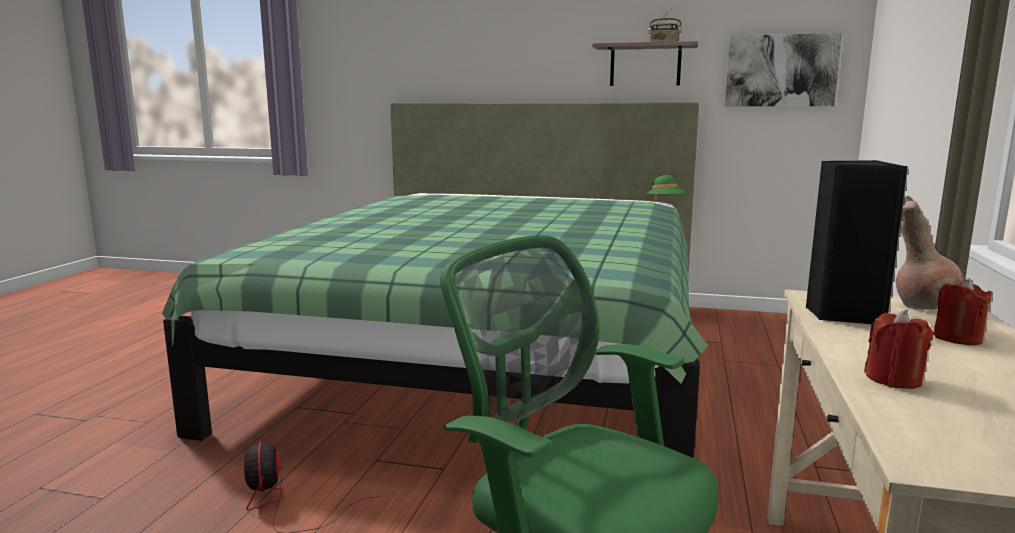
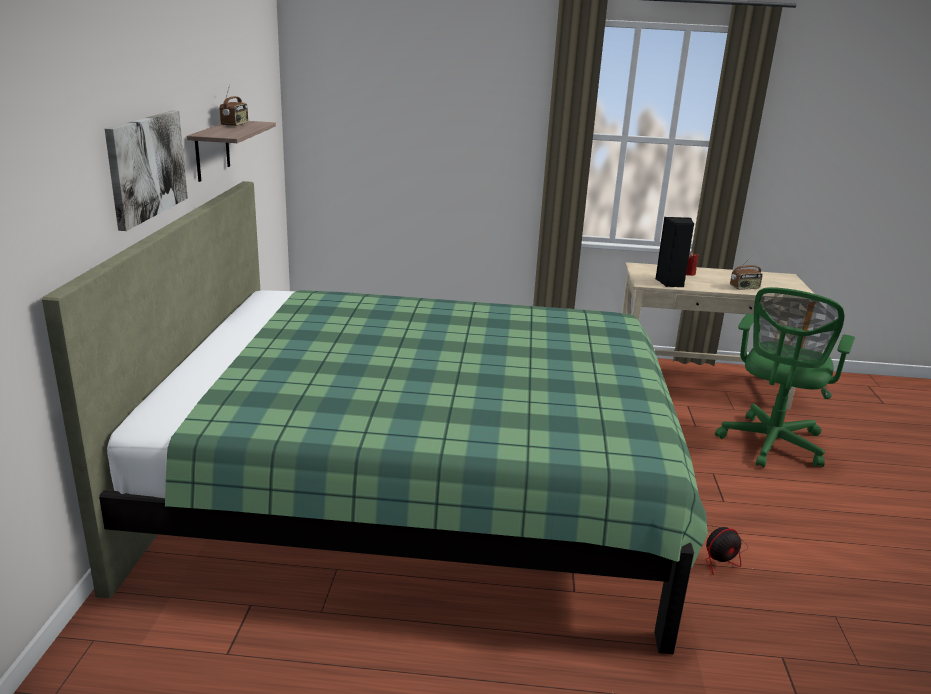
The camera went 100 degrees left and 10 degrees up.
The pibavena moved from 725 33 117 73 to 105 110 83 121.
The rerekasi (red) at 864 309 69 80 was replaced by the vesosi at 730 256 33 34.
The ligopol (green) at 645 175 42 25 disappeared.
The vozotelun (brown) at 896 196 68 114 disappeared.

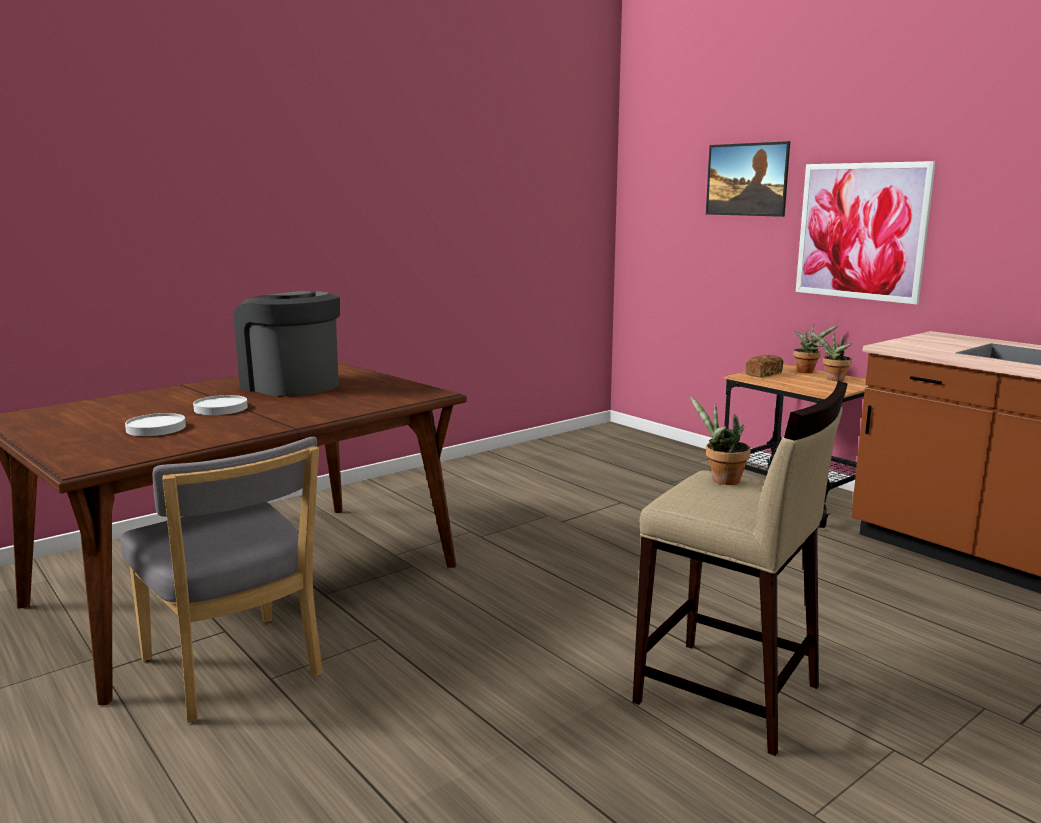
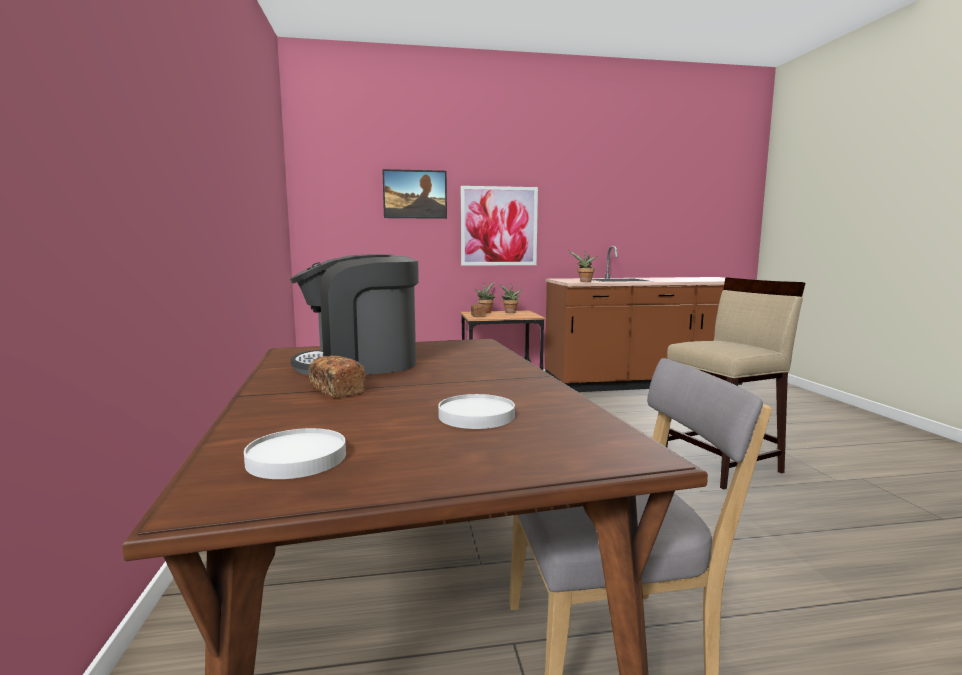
The camera went 60 degrees left and 5 degrees down.
The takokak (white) moved from 193 395 55 20 to 244 428 102 51.
The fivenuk at 309 356 57 41 appeared.
The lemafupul moved from 690 396 61 89 to 568 250 29 32.

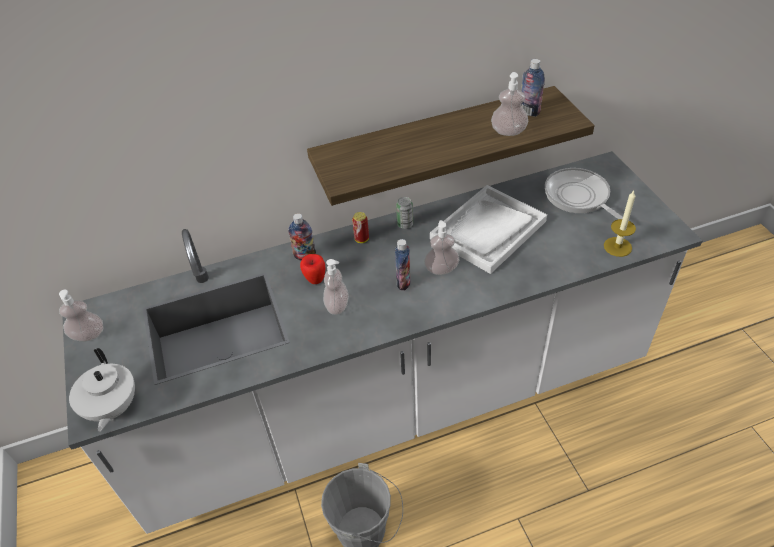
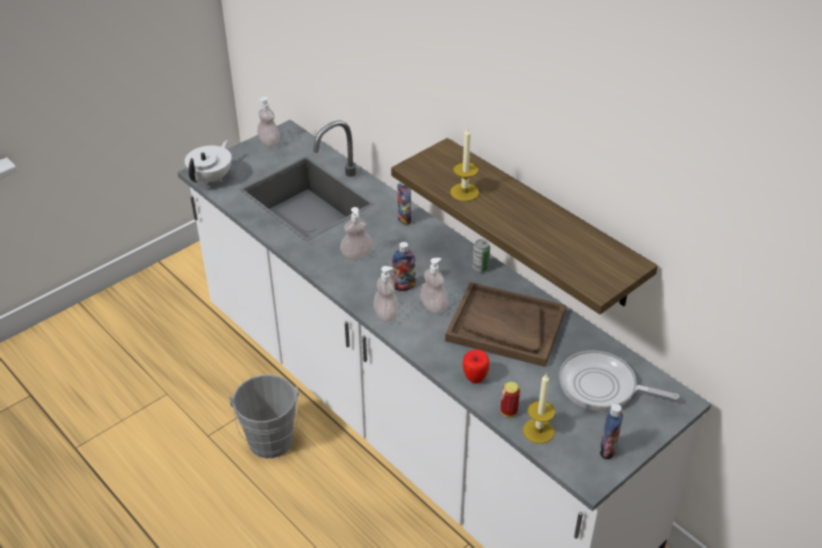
The camera went 65 degrees right and 5 degrees down.
The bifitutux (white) at 69 348 66 84 turned 150 degrees clockwise.
The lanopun moved from 491 72 37 64 to 373 266 26 56.
The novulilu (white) at 430 185 117 89 became the novulilu (brown) at 445 282 121 85.
The rerekasi at 451 126 28 75 appeared.
The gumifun moved from 300 254 25 30 to 463 349 26 34.
The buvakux moved from 352 212 17 31 to 500 382 20 35.
The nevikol at 545 168 78 51 turned 105 degrees counterclockwise.
The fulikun moved from 521 59 24 58 to 600 404 23 56.

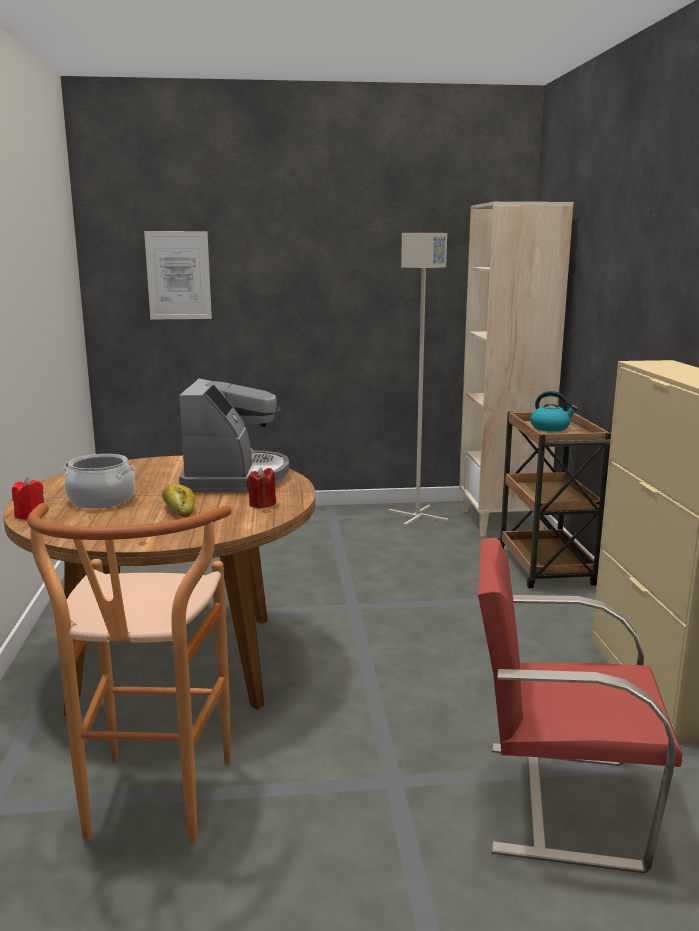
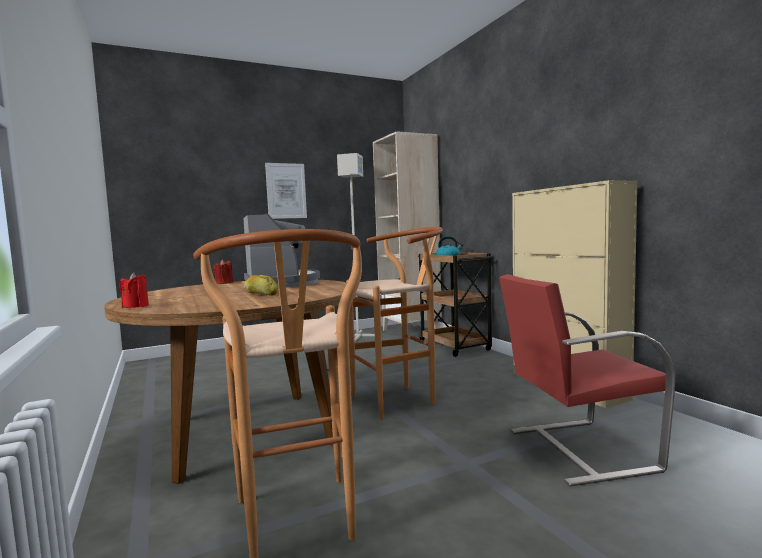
The camera went 20 degrees left and 10 degrees down.
The rerekasi (red) moved from 247 467 29 41 to 213 260 20 24.
The pibavena moved from 144 231 68 89 to 265 163 42 56.
The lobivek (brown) at 346 227 97 193 appeared.
The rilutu at 62 454 73 55 disappeared.

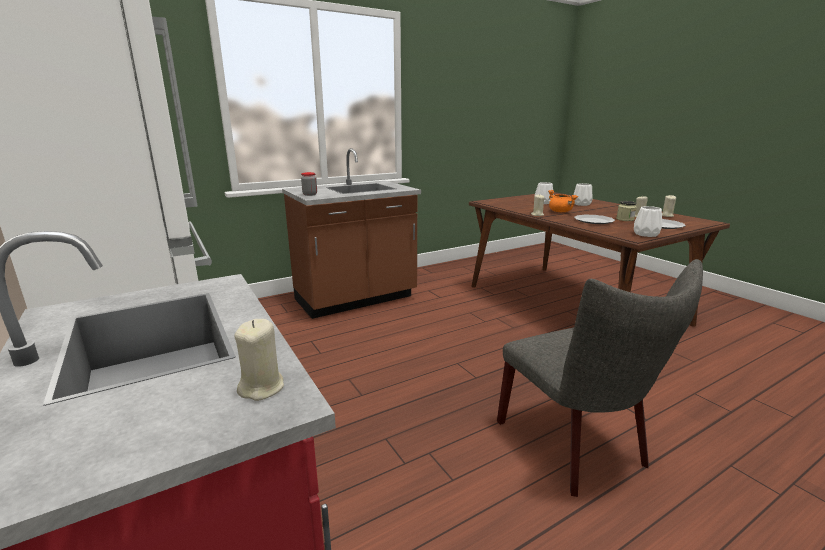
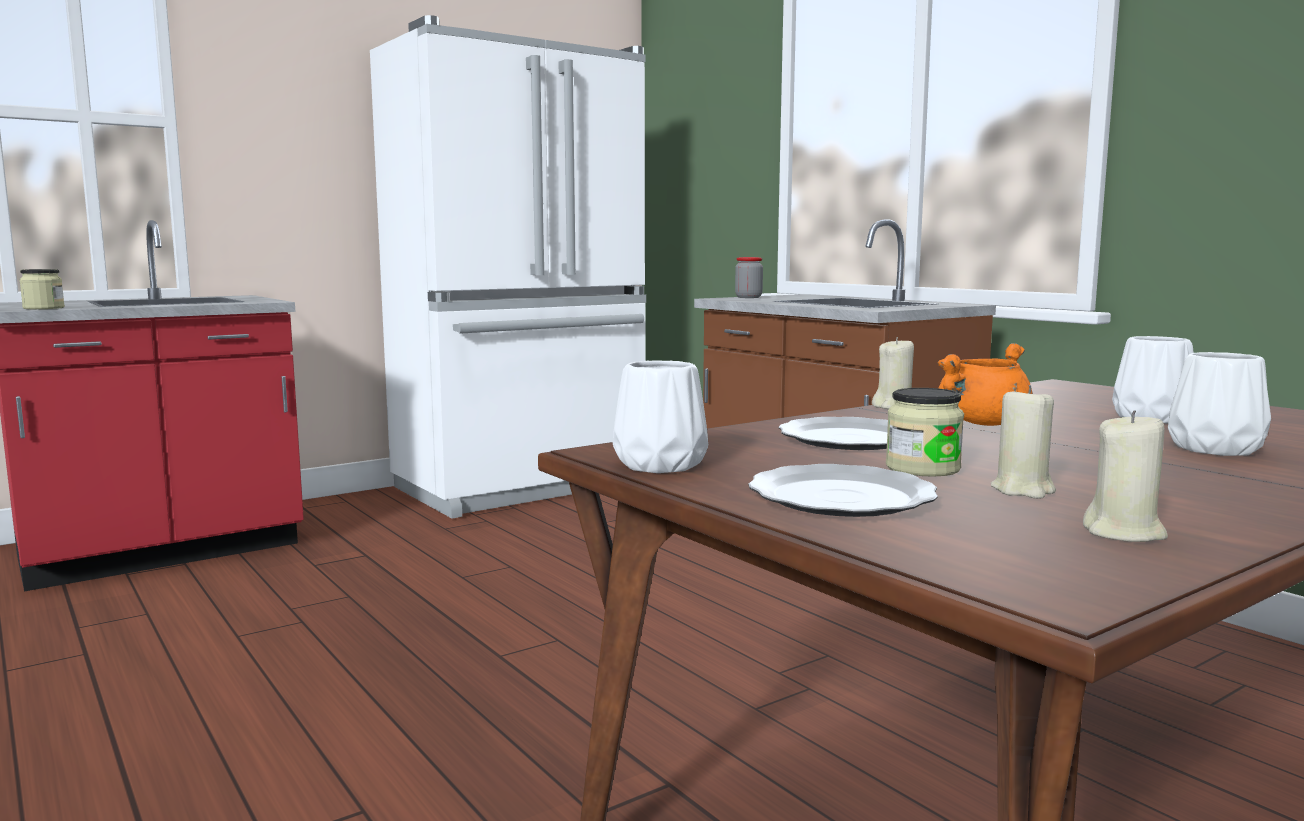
The camera went 85 degrees right and 10 degrees down.
The rerekasi (beige) at 234 319 50 82 was replaced by the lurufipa at 19 269 46 40.
The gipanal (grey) at 497 259 206 238 disappeared.

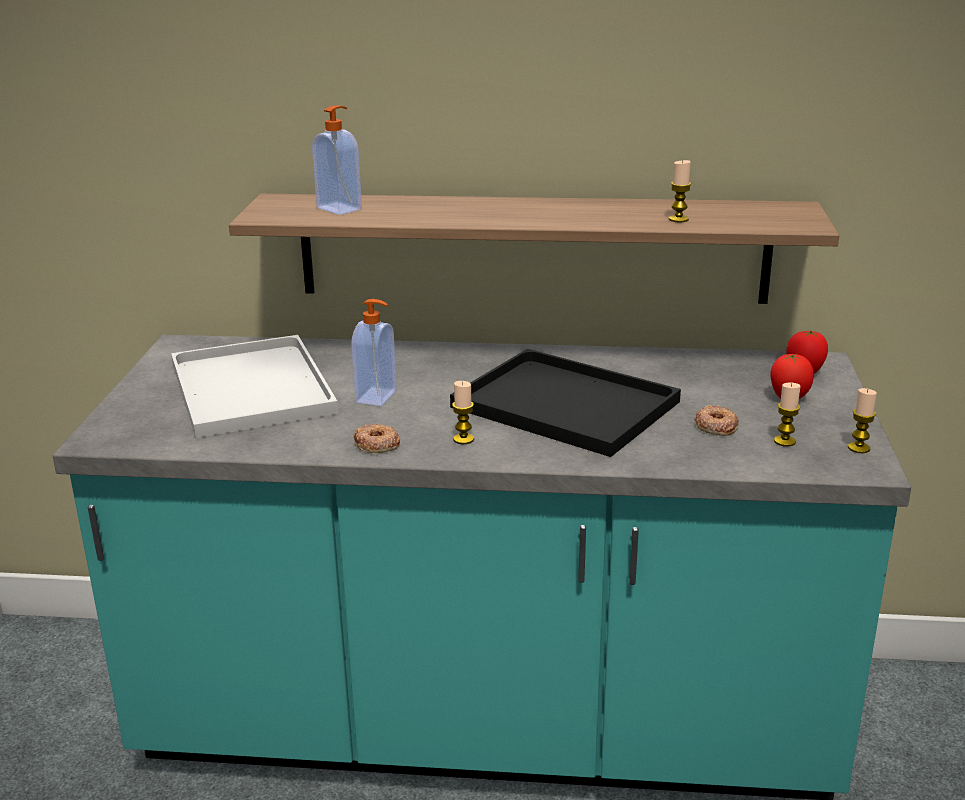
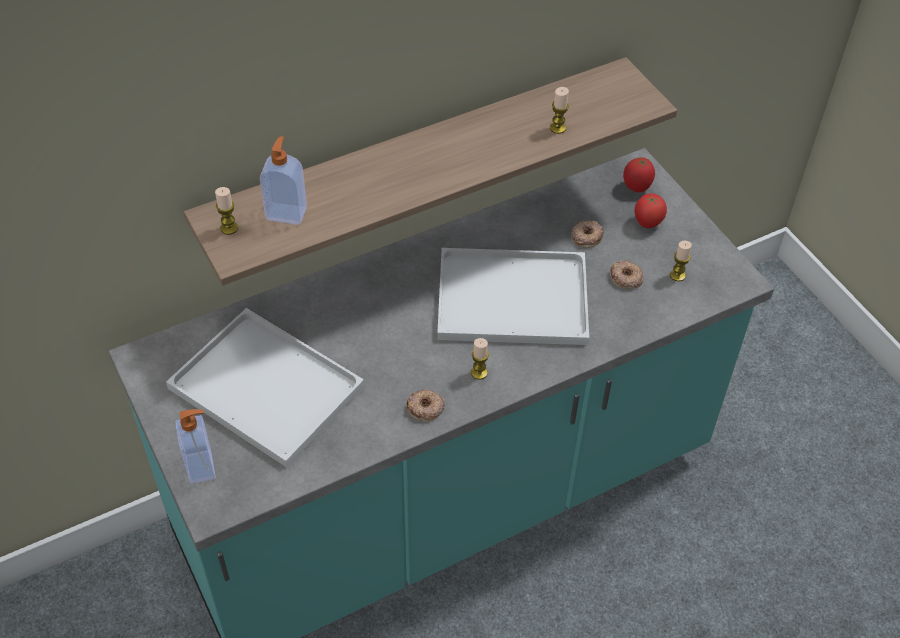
The camera went 35 degrees left and 25 degrees up.
The lanopun moved from 351 299 46 107 to 176 409 40 75.
The rerekasi moved from 848 388 29 65 to 215 187 23 48.
The novulilu (black) at 450 349 231 108 became the novulilu (white) at 437 248 152 97.
The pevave at 572 220 32 28 appeared.

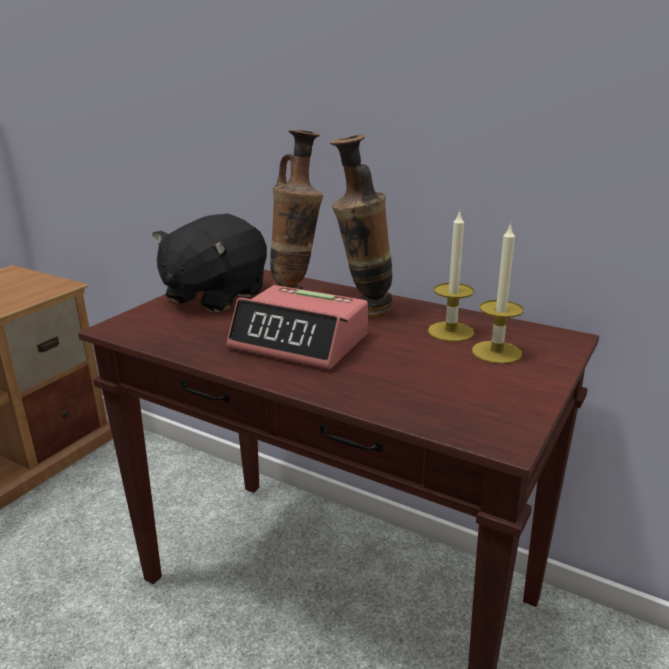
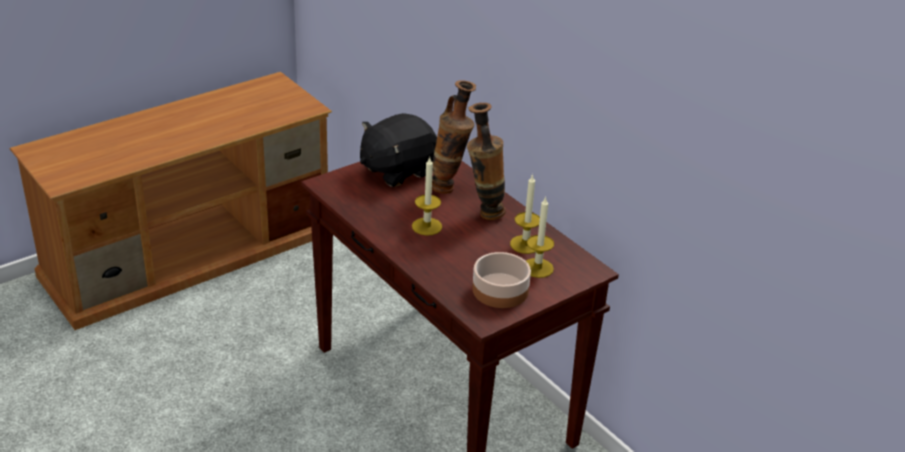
The camera went 20 degrees right and 10 degrees up.
The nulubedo at 226 285 142 84 was replaced by the rerekasi at 412 157 30 79.
The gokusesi at 472 252 59 56 appeared.

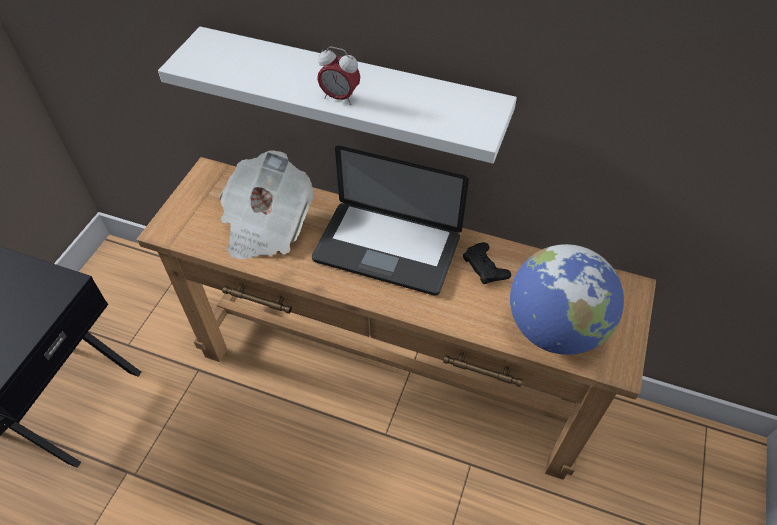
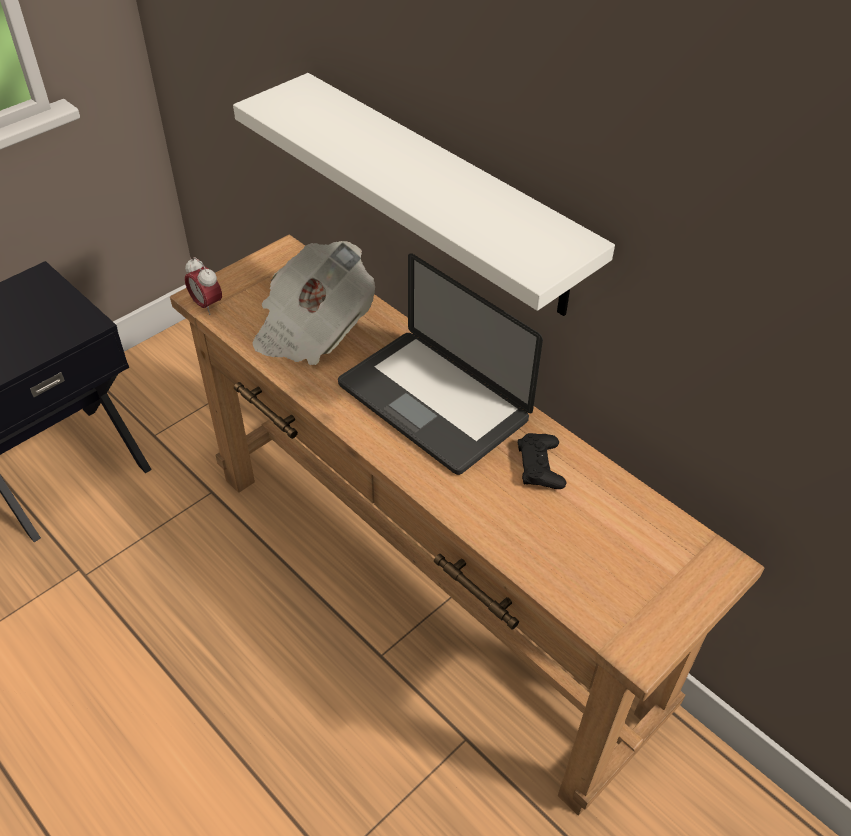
The camera went 25 degrees right and 5 degrees down.
The nulubedo moved from 317 47 43 58 to 185 257 37 58.
The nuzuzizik at 510 244 114 111 disappeared.

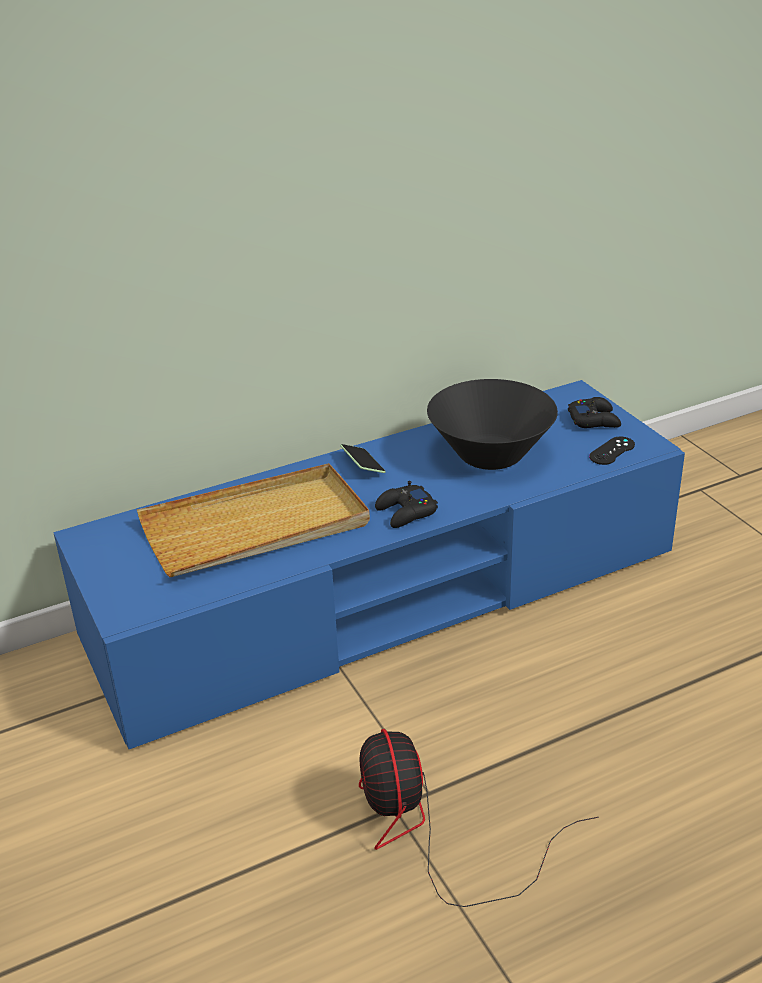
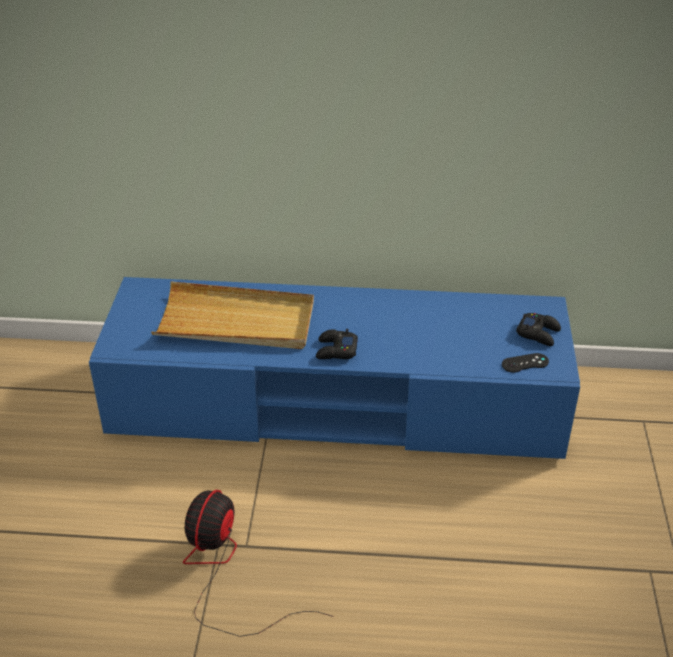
The camera went 30 degrees right and 5 degrees up.
The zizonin at 340 444 46 29 disappeared.
The gokusesi (black) at 427 379 131 91 disappeared.

